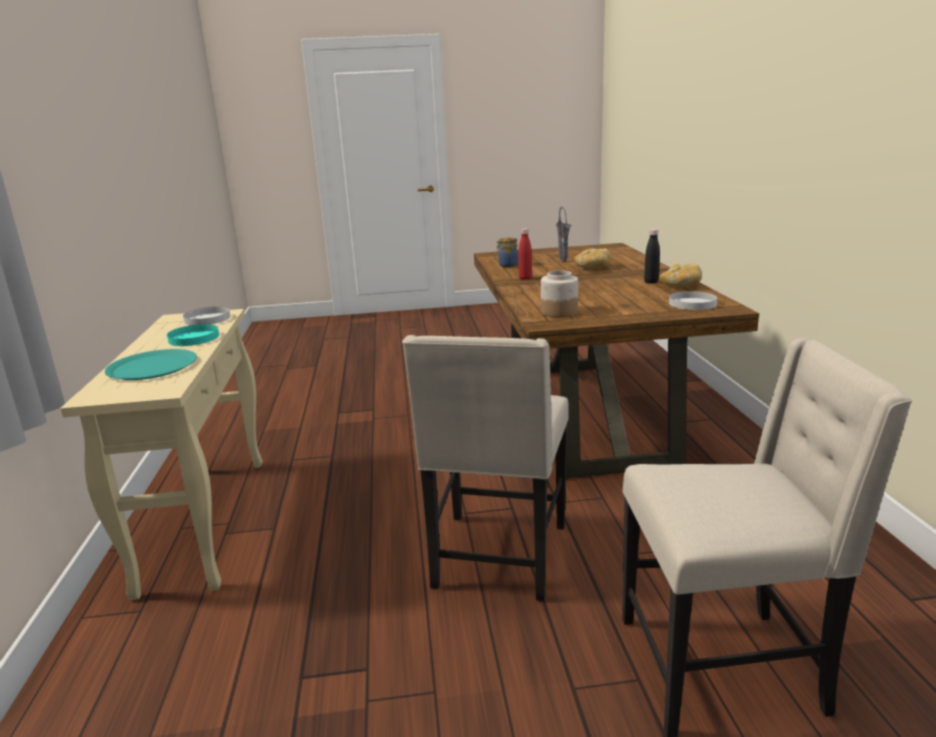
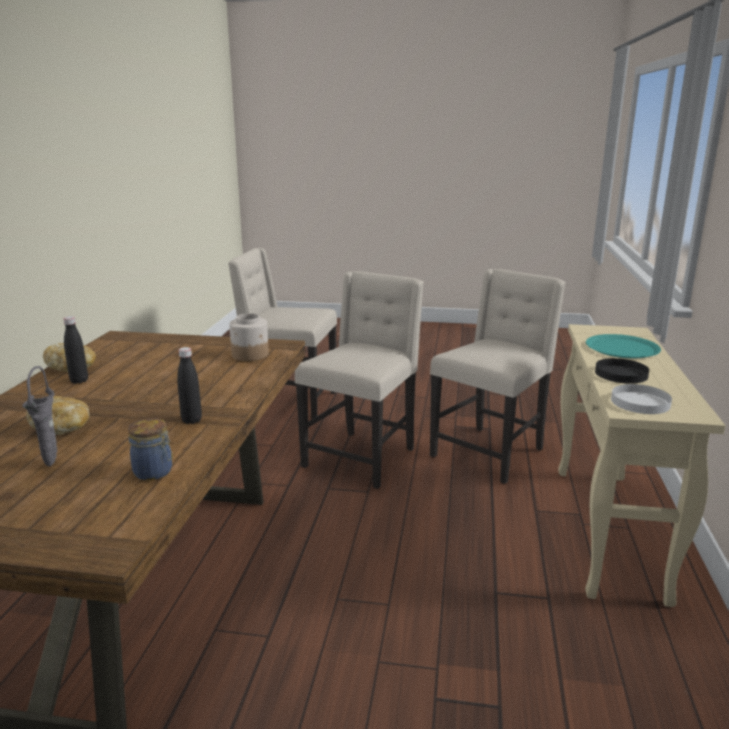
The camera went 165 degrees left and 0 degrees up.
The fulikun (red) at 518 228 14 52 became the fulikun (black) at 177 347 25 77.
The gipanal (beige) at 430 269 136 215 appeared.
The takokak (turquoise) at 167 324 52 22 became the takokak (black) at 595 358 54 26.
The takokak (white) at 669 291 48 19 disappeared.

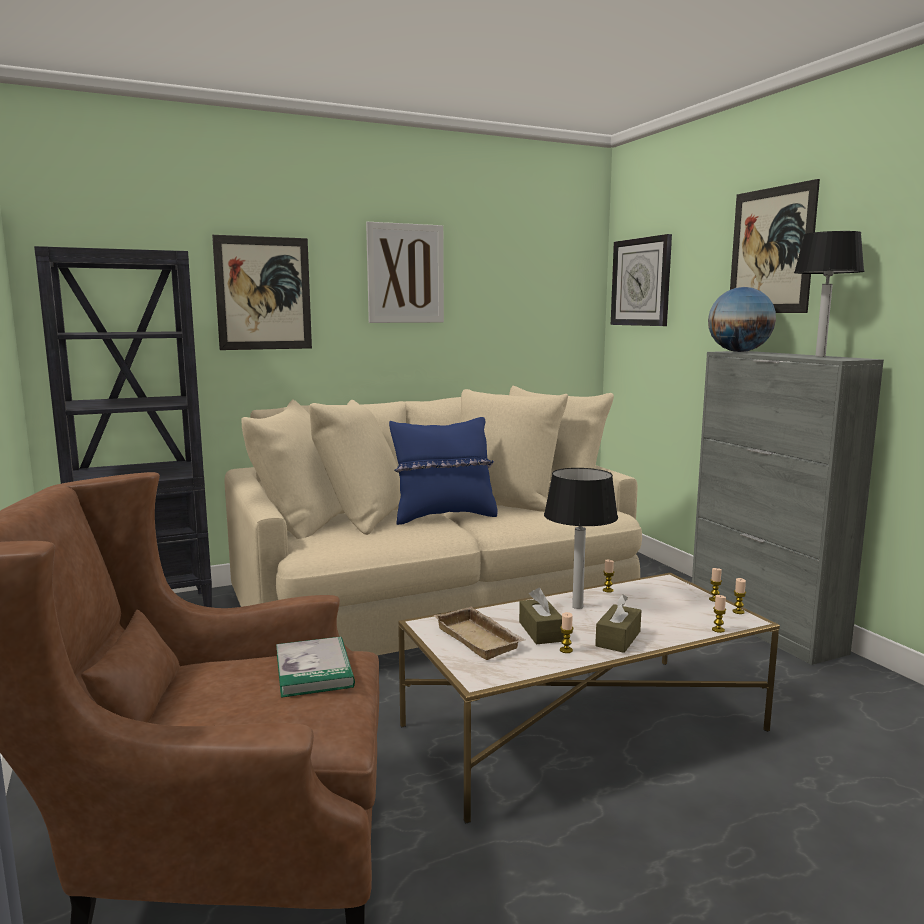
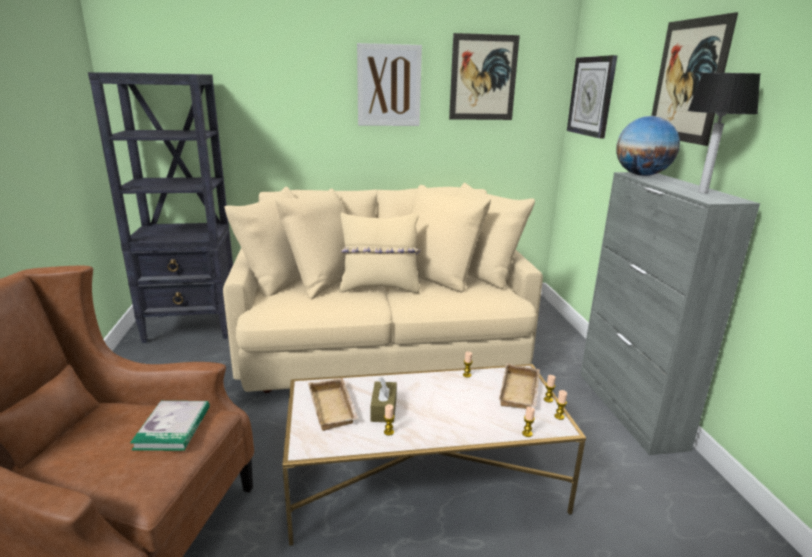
The camera went 15 degrees right and 10 degrees up.
The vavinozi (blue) at 389 417 109 108 became the vavinozi (beige) at 339 212 82 81.
The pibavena moved from 212 235 100 115 to 449 33 71 87.
The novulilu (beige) at 499 363 41 46 appeared.
The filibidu at 544 468 74 141 disappeared.
The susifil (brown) at 595 594 46 59 disappeared.

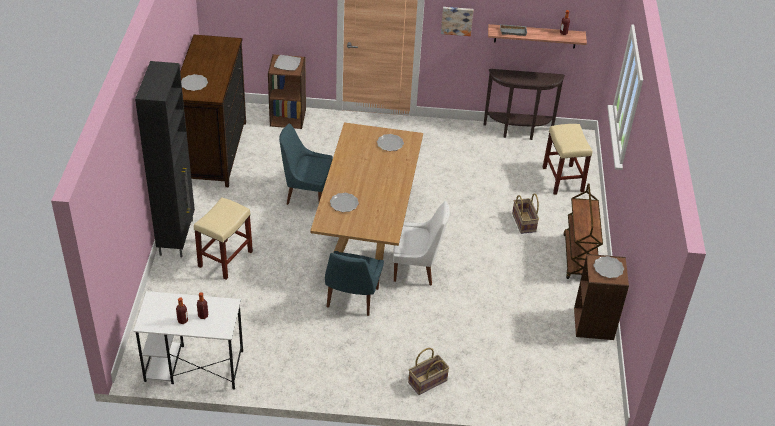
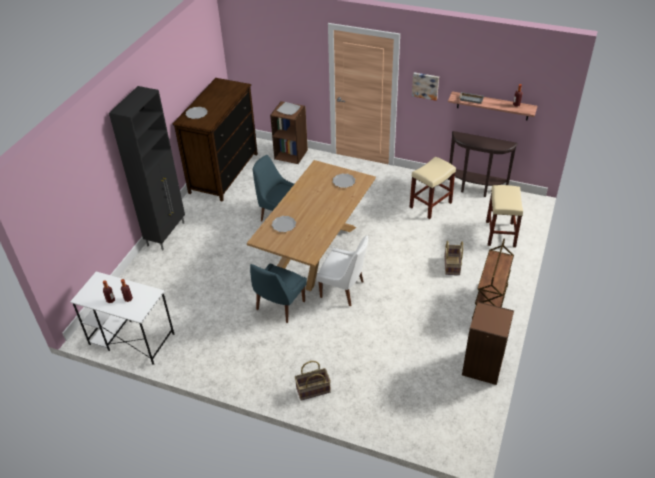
The camera went 20 degrees right and 0 degrees up.
The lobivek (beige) moved from 194 197 59 83 to 409 157 47 62.
The takokak at 593 256 31 22 disappeared.

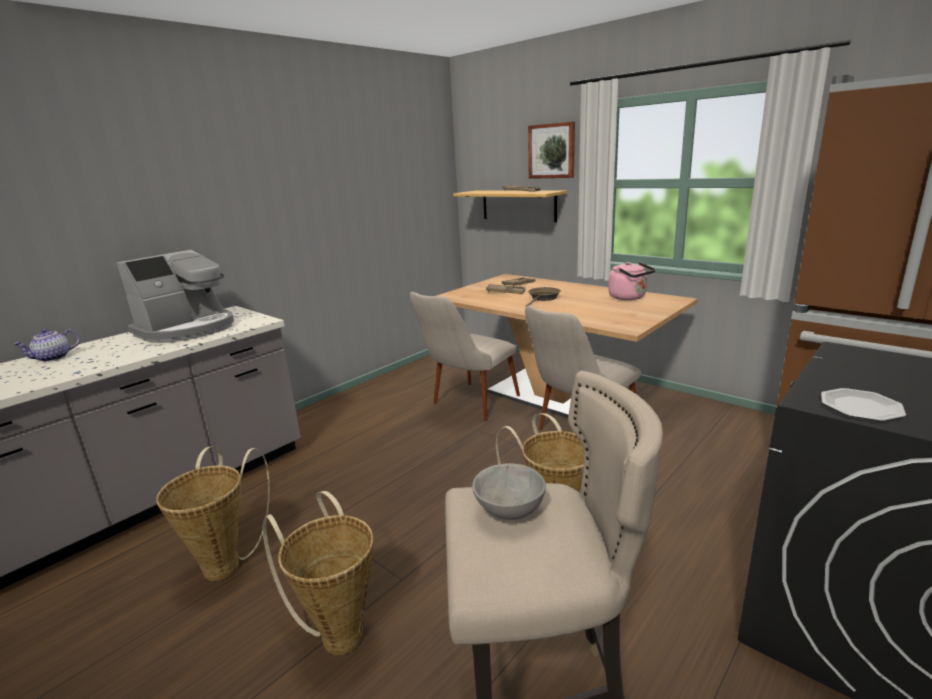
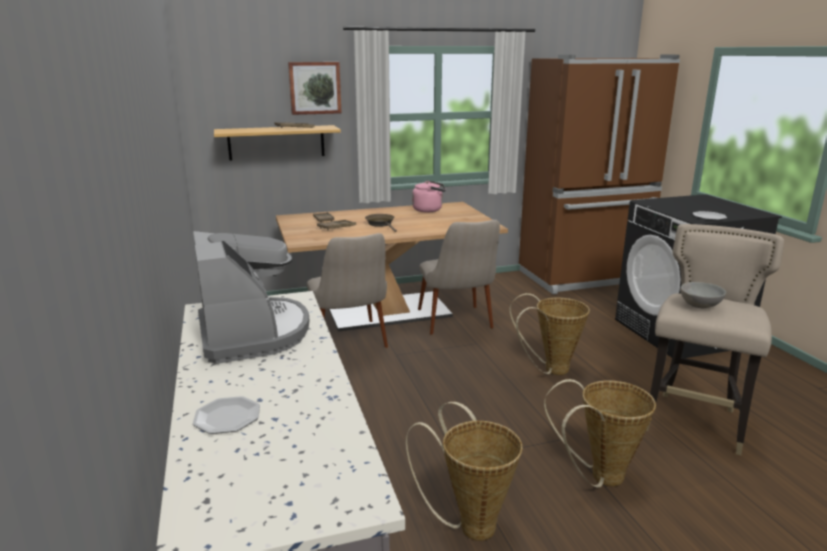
The camera went 60 degrees left and 0 degrees up.
The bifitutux at 13 329 67 33 was replaced by the takokak at 193 396 67 38.

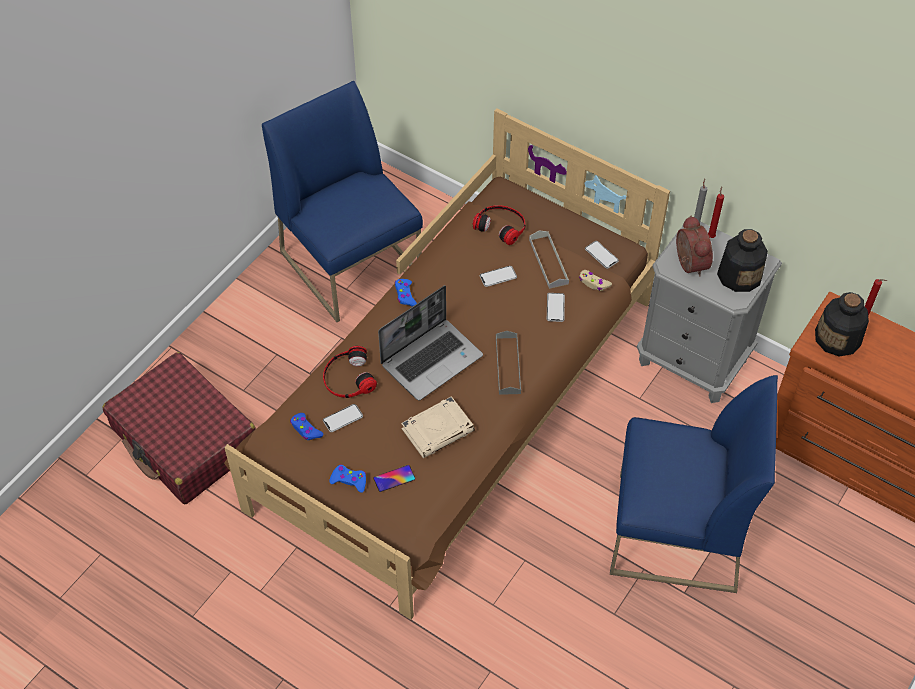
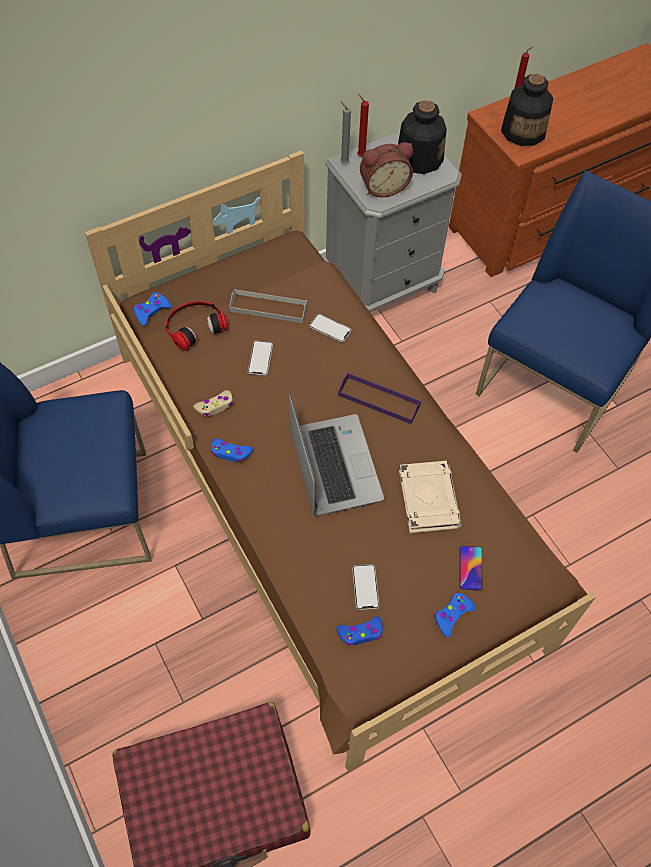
The camera went 65 degrees left and 5 degrees up.
The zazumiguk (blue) at 134 292 38 34 appeared.
The zazumiguk (beige) moved from 579 270 33 21 to 193 390 40 27.
The novulilu (grey) at 496 331 25 64 became the novulilu (purple) at 338 373 83 51.
The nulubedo at 676 215 37 62 turned 150 degrees clockwise.
The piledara at 323 346 54 52 disappeared.
The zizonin at 585 241 34 28 disappeared.

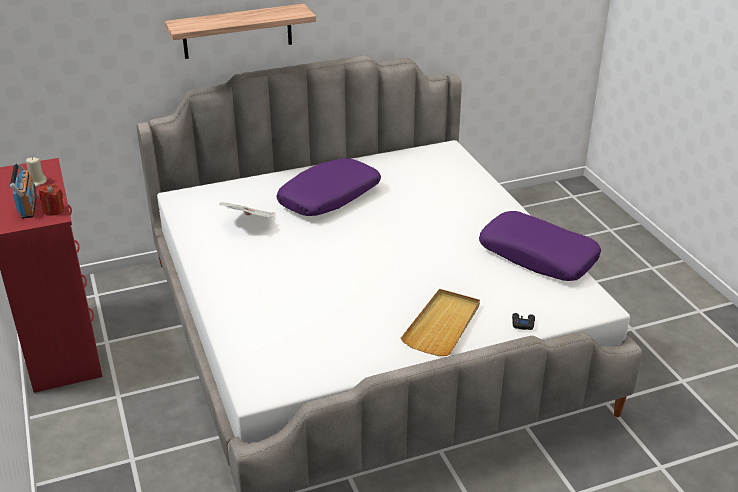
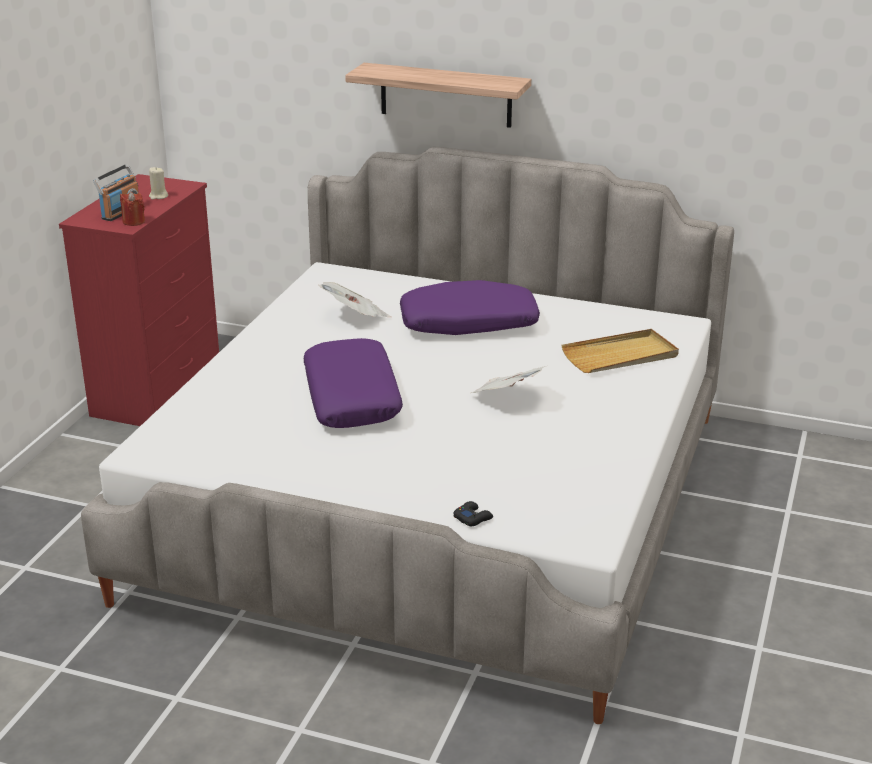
The camera went 40 degrees right and 5 degrees down.
The vavinozi (purple) moved from 479 211 122 70 to 304 338 99 90.
The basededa at 471 366 75 27 appeared.
The novulilu (beige) moved from 401 289 79 67 to 562 329 117 44.

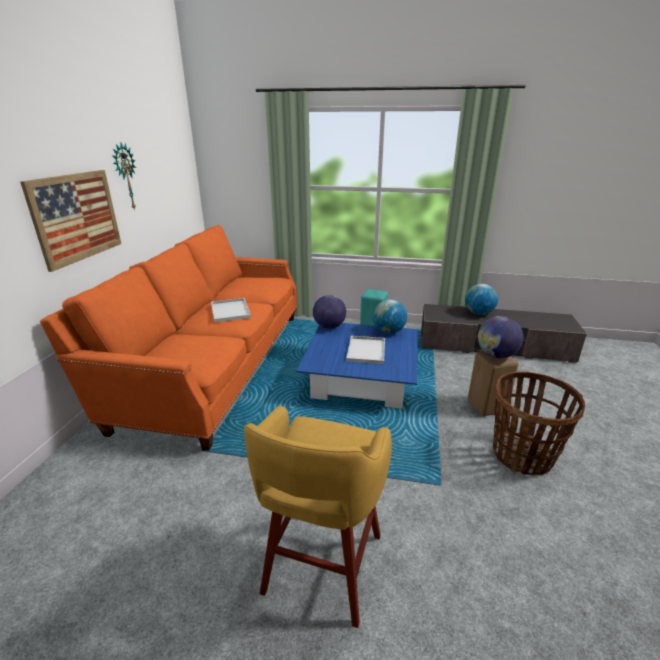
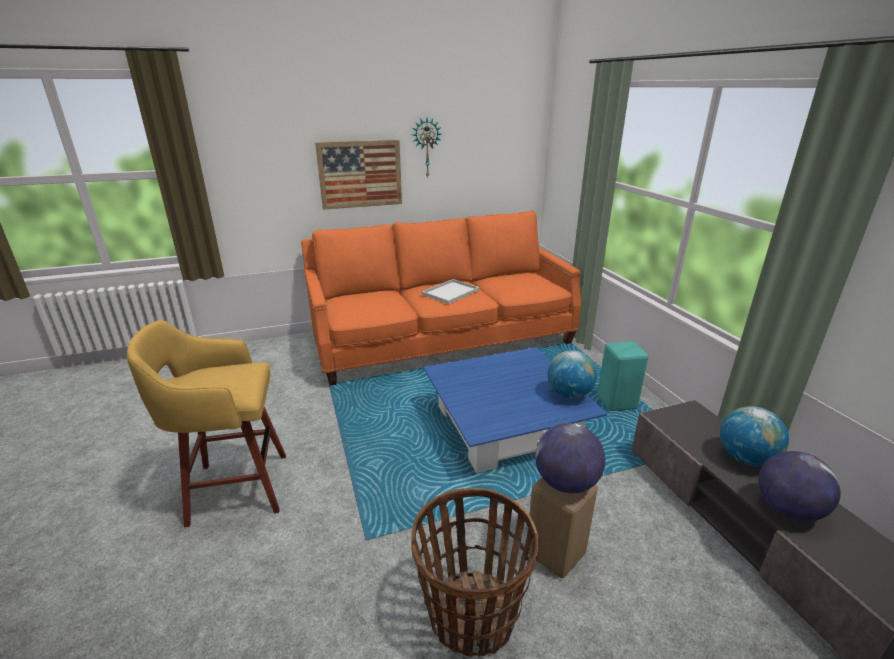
The camera went 60 degrees right and 0 degrees up.
The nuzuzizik moved from 313 295 33 34 to 759 451 82 70.
The novulilu (white) at 346 336 39 28 disappeared.

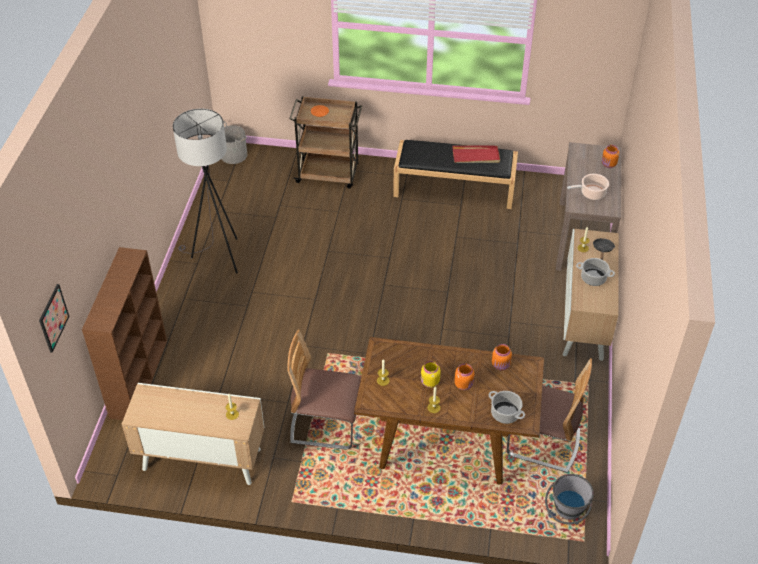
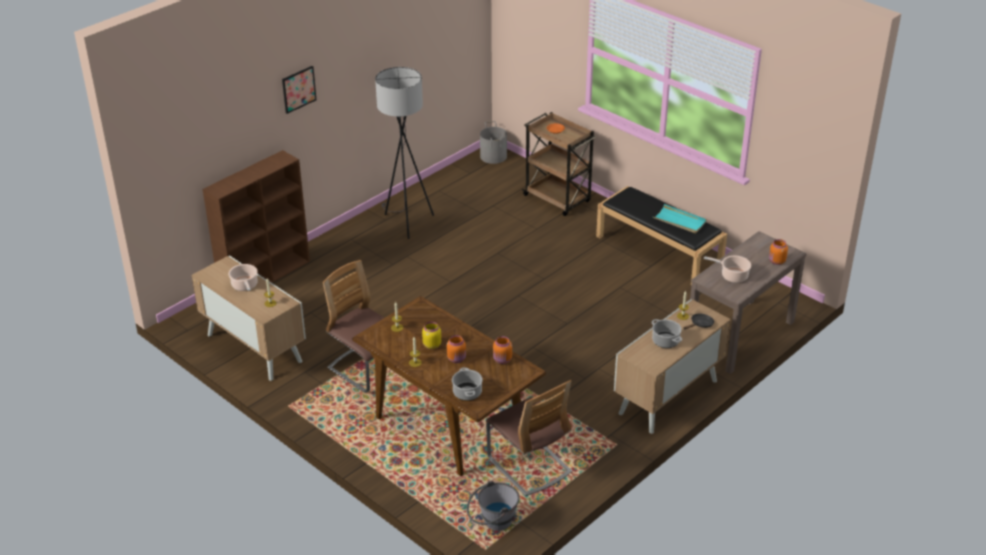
The camera went 35 degrees right and 10 degrees down.
The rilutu at 228 264 30 27 appeared.
The pibavena moved from 39 284 30 69 to 282 66 34 48.
The novulilu (red) at 453 146 47 17 became the novulilu (turquoise) at 653 204 54 29.

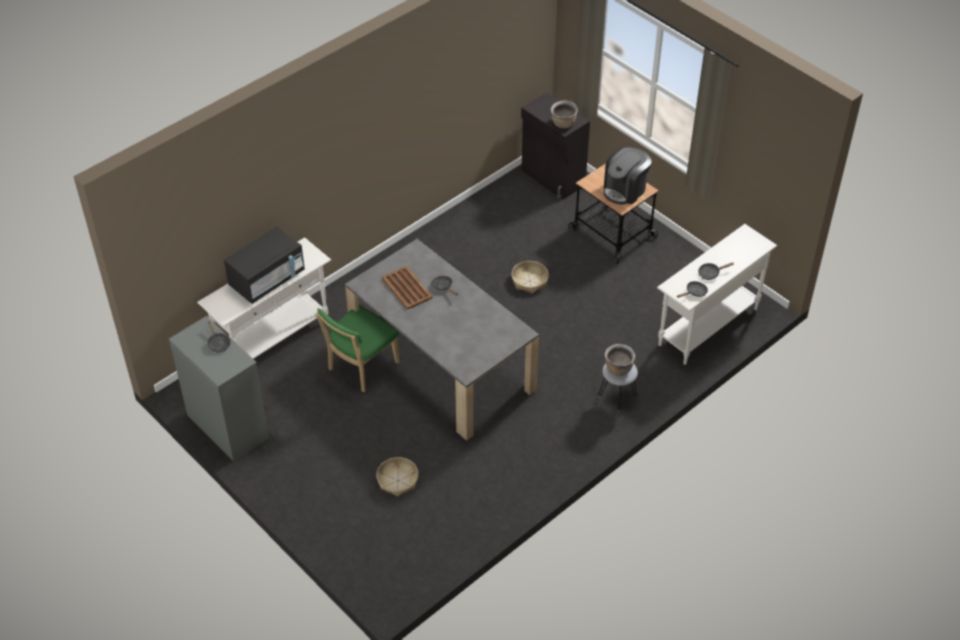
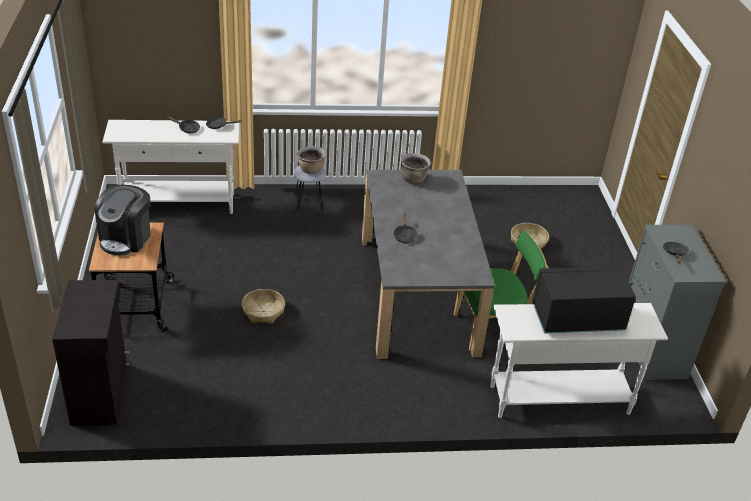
The camera went 145 degrees left and 10 degrees down.
The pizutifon at 604 145 48 60 turned 120 degrees clockwise.
The rilutu (brown) moved from 551 101 27 28 to 400 153 31 31.
The novulilu (brown) at 382 266 51 44 disappeared.

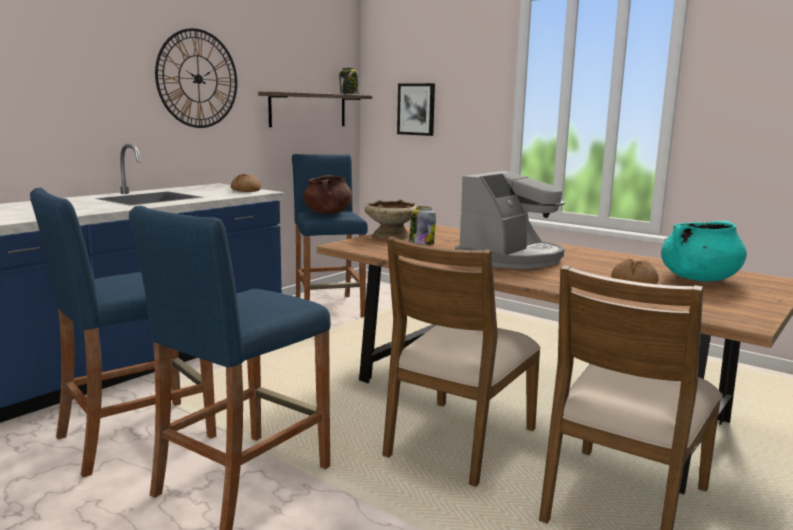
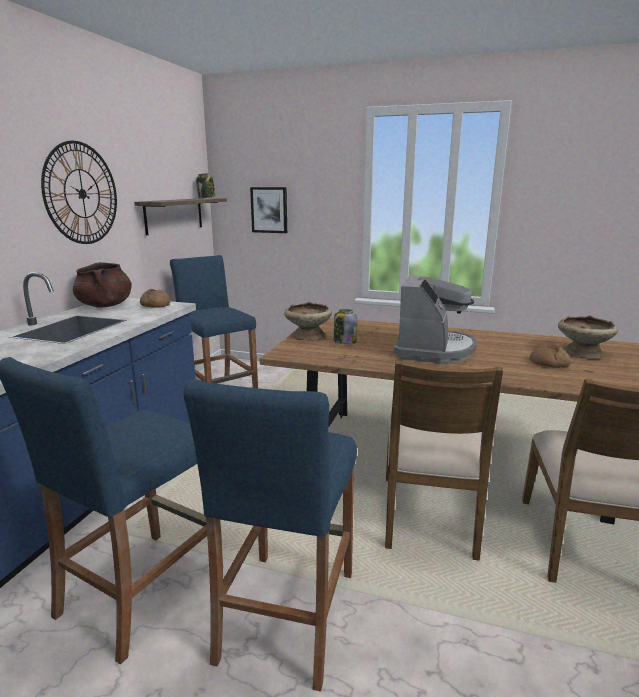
The camera went 20 degrees left and 5 degrees up.
The rilutu (brown) moved from 303 175 49 39 to 73 262 59 46.
The rilutu (turquoise) at 661 221 86 60 was replaced by the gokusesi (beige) at 558 315 60 44.

